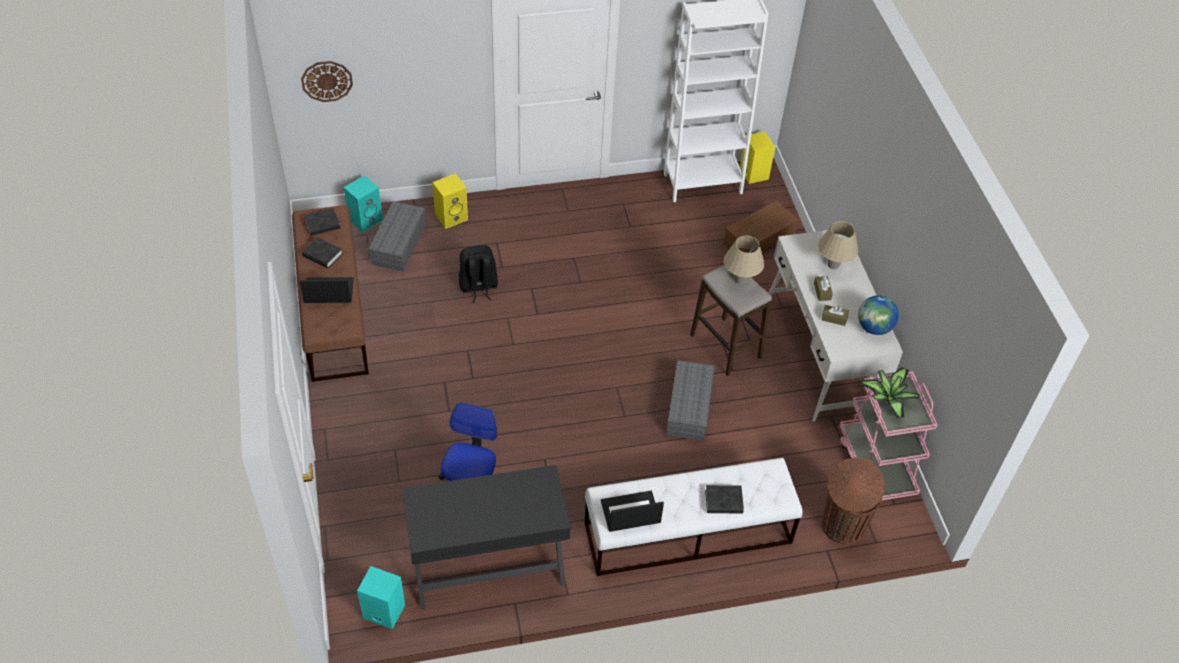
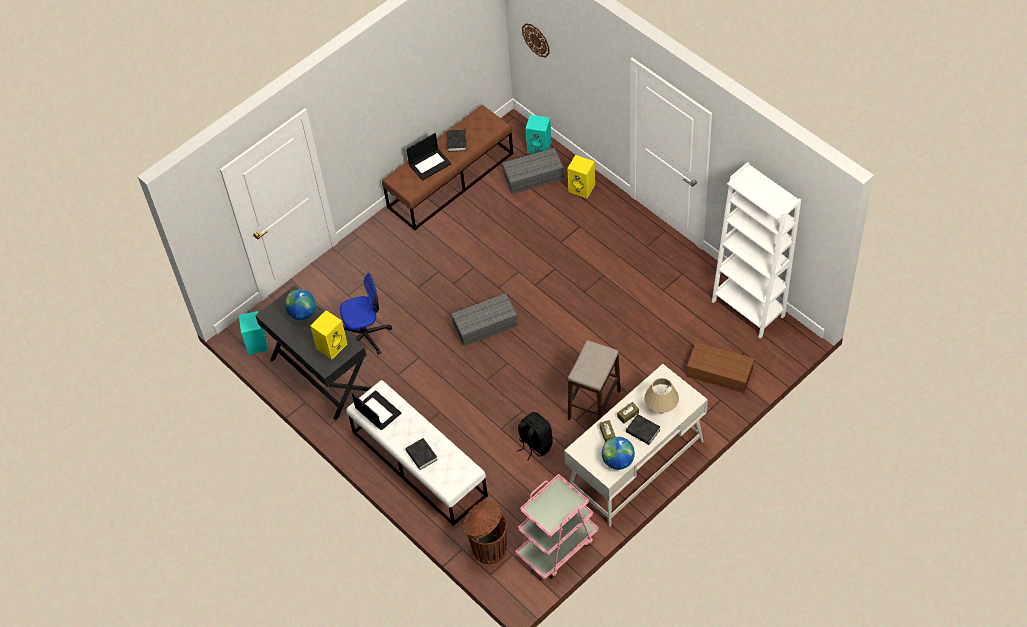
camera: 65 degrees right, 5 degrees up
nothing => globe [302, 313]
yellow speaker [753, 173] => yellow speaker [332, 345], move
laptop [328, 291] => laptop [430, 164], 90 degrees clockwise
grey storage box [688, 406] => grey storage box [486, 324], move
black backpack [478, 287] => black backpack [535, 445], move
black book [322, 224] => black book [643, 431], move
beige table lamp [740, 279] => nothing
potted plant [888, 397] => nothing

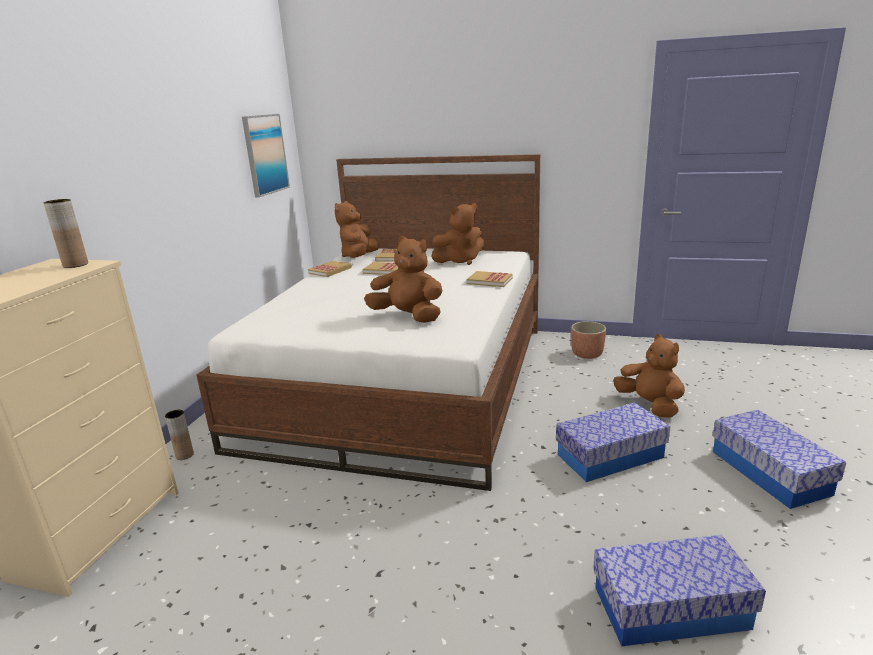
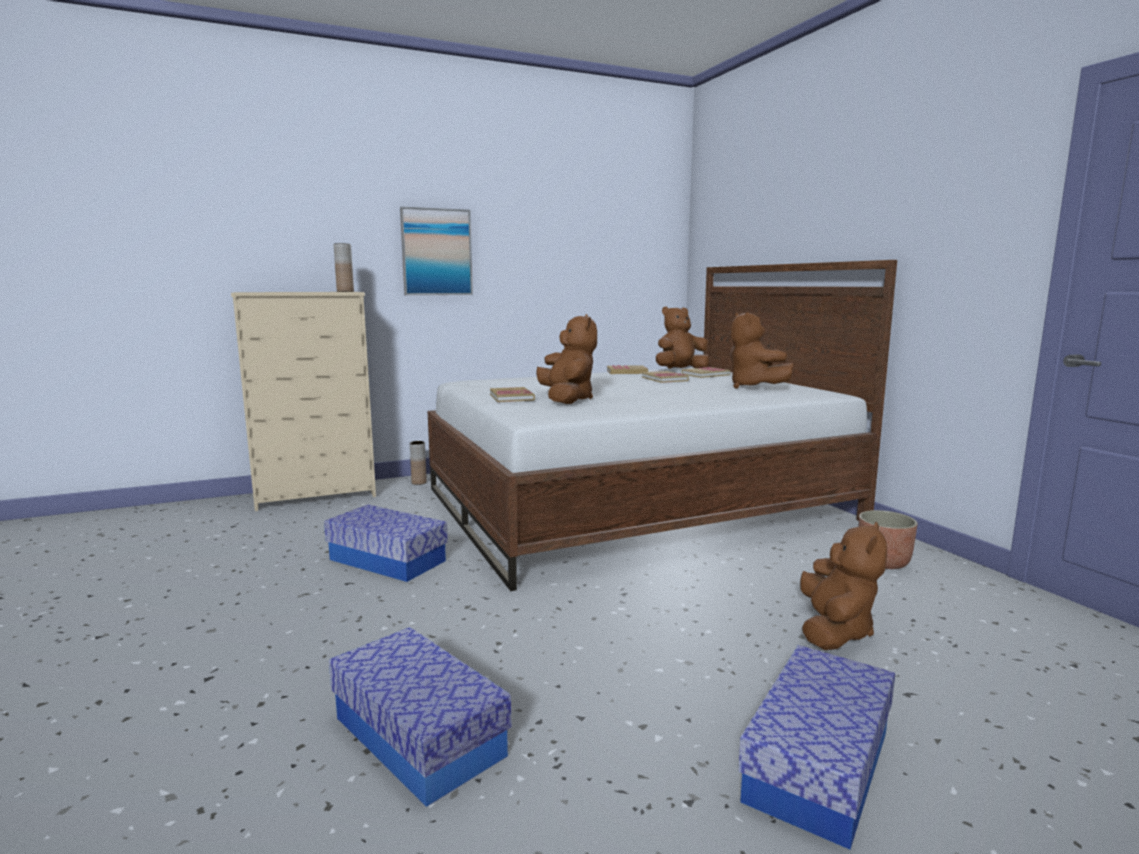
camera: 50 degrees right, 10 degrees down
storage box [610, 456] => storage box [387, 560], move
picture [265, 154] => picture [436, 252], move
book [489, 281] => book [511, 397], move
brown plush toy [460, 261] => brown plush toy [753, 387], 45 degrees clockwise

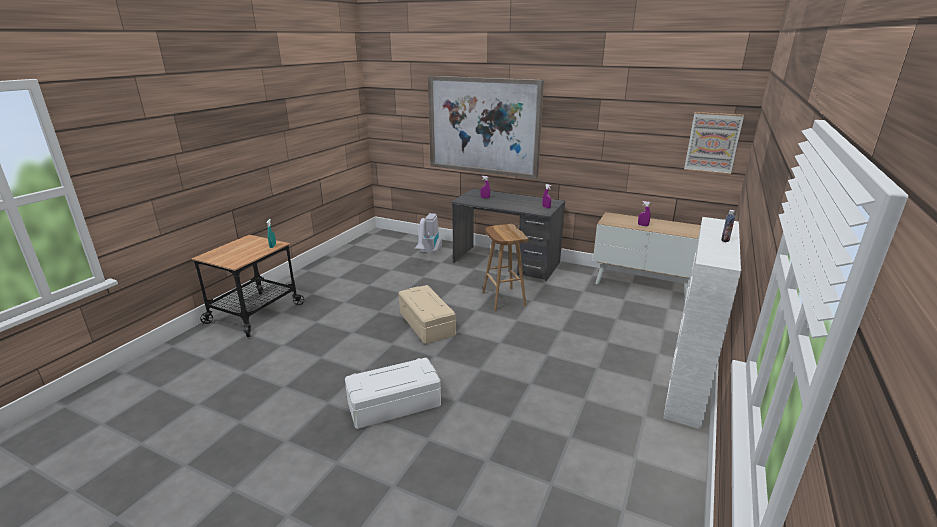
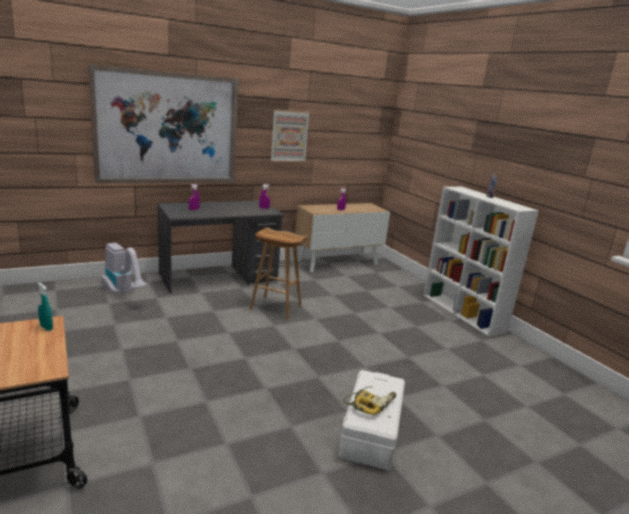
camera: 55 degrees left, 5 degrees down
picture [712, 143] => picture [289, 136], move
nothing => power drill [370, 403]
beige storage box [426, 324] => nothing

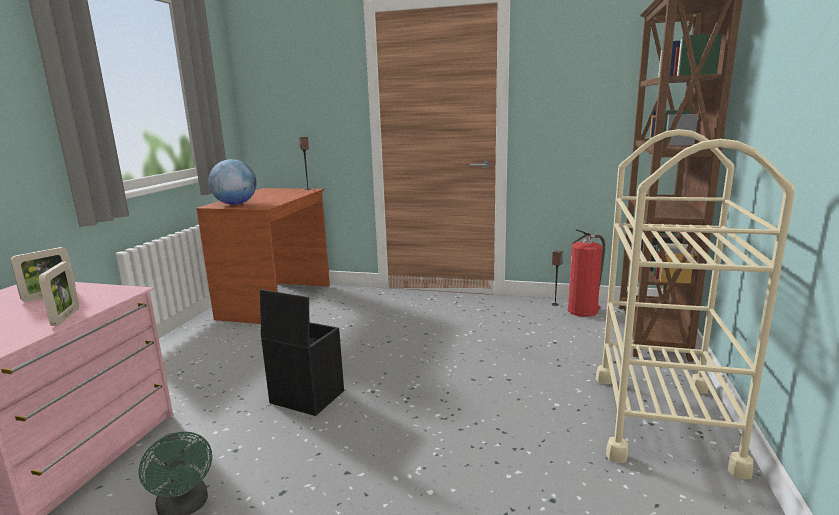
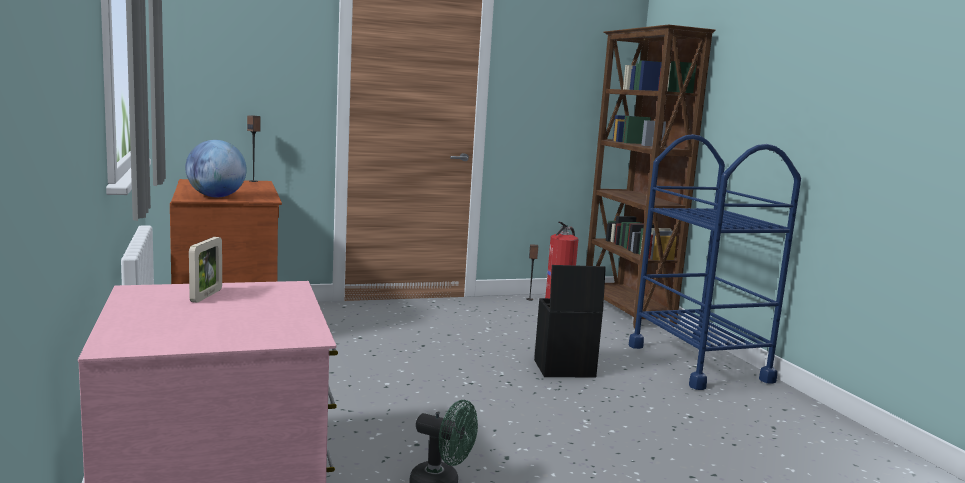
camera: 35 degrees left, 5 degrees down
black storage box [305, 397] => black storage box [563, 369], move
beige cart [662, 420] => blue cart [698, 363]
picture frame [66, 316] => nothing

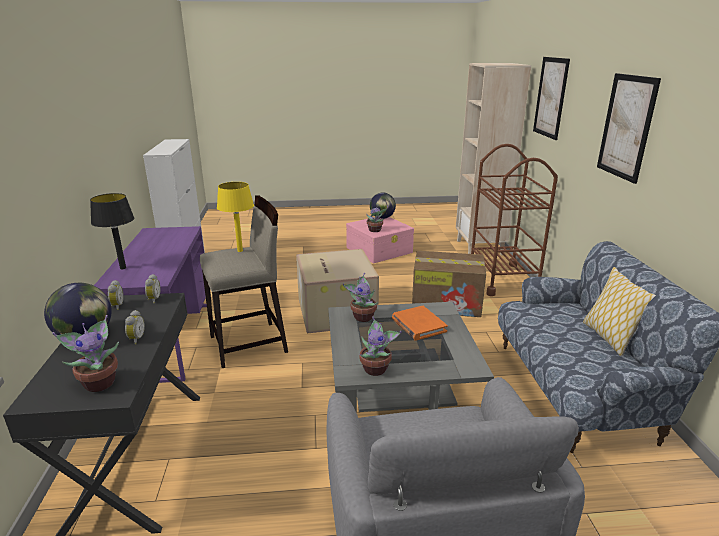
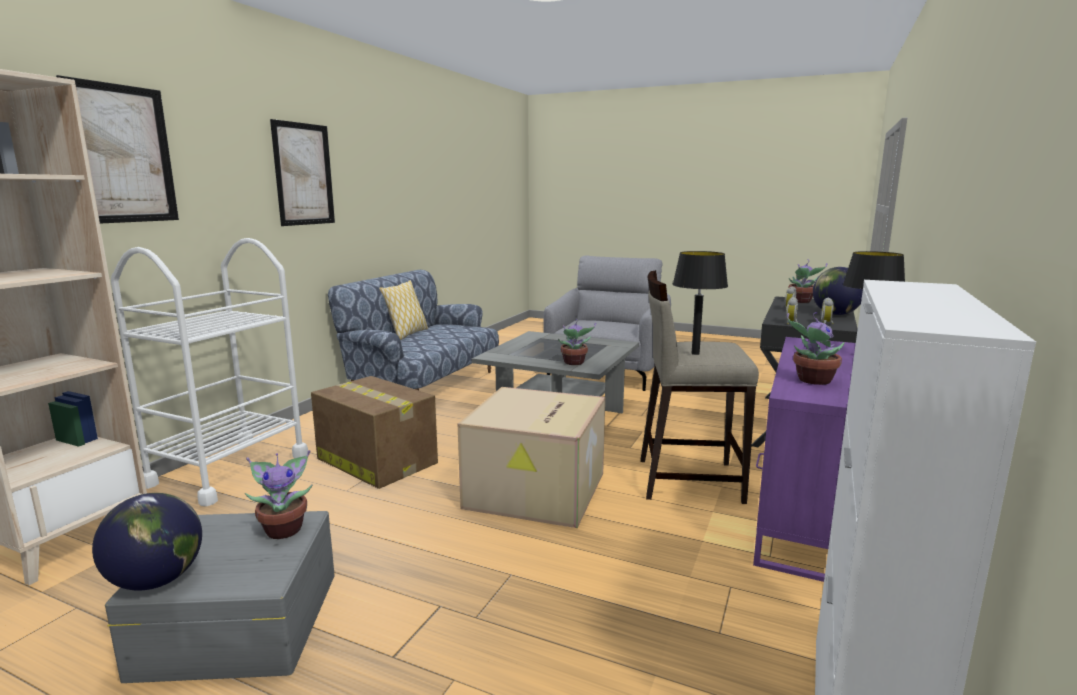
camera: 150 degrees left, 10 degrees down
pink storage box [379, 250] => grey storage box [238, 622]
brown cart [502, 279] => white cart [228, 470]
yellow table lamp [240, 251] => black table lamp [695, 353]
potted plant [376, 369] => potted plant [812, 380], move
orange book [418, 325] => nothing

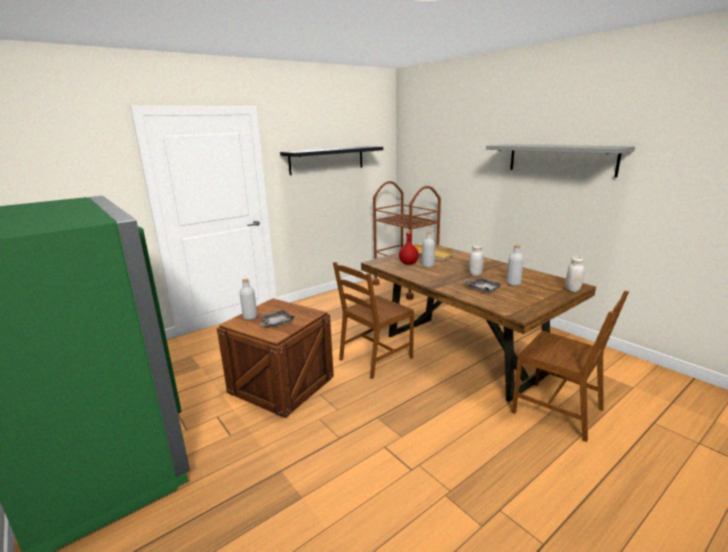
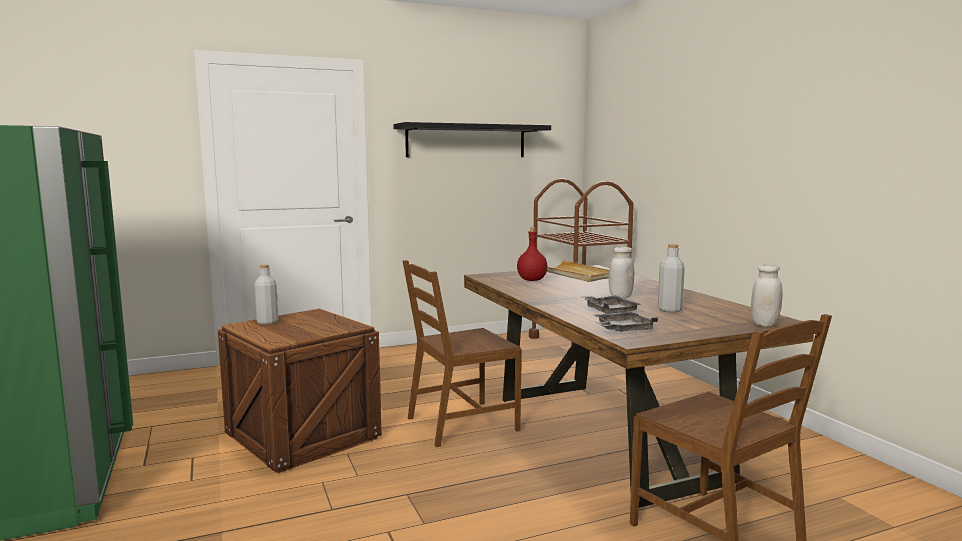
camera: 15 degrees right, 10 degrees down
grey tray [276, 323] => grey tray [622, 330], move
grey bottle [428, 265] => nothing
grey shelf [560, 159] => nothing

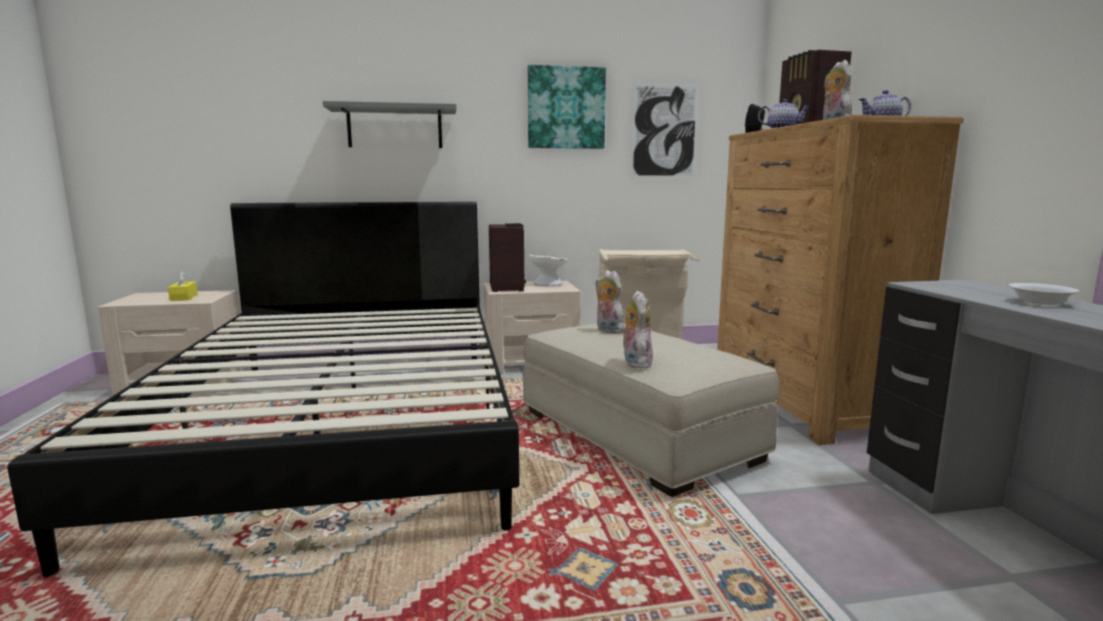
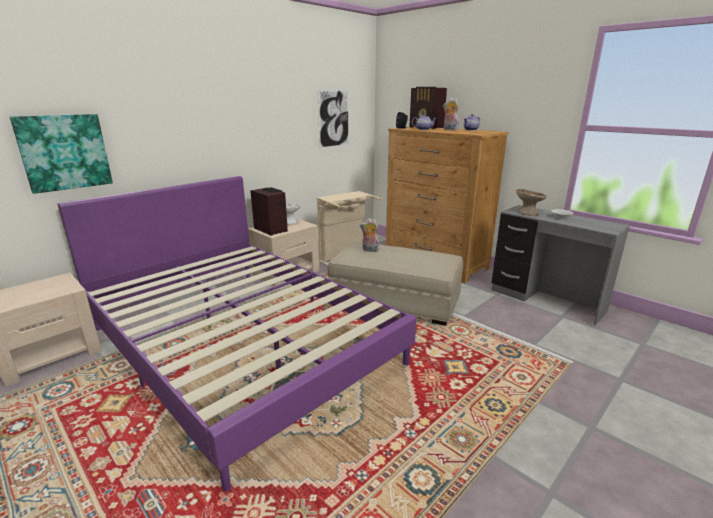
camera: 35 degrees left, 10 degrees up
picture [566, 108] => picture [64, 152], move
black bed [345, 424] => purple bed [241, 344]
nothing => beige bowl [527, 213]
yellow tissue box [184, 297] => nothing
grey shelf [395, 127] => nothing
plush toy [635, 363] => nothing

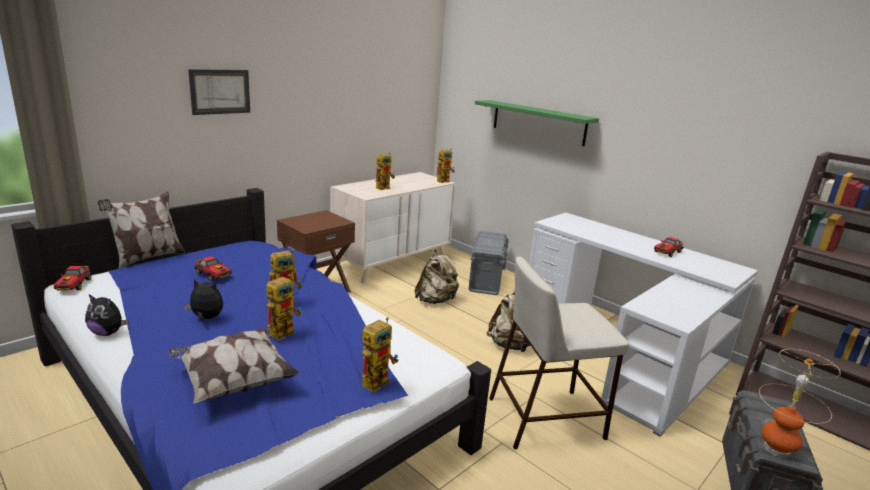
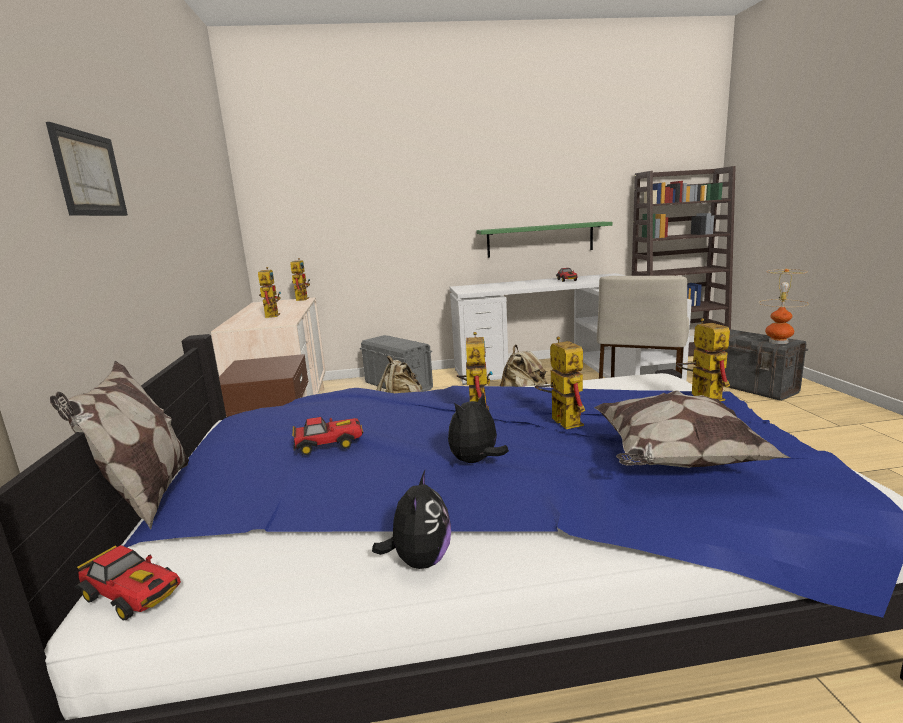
camera: 50 degrees left, 5 degrees down
plush toy [108, 333] => plush toy [420, 561], 45 degrees counterclockwise
green shelf [538, 122] => green shelf [540, 239], move

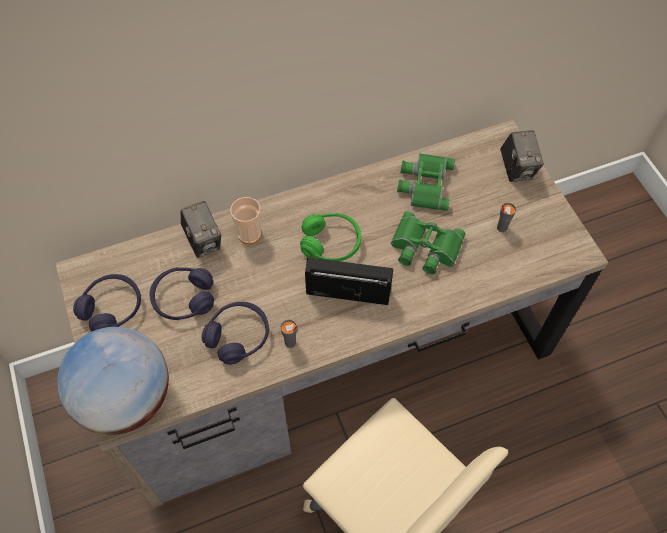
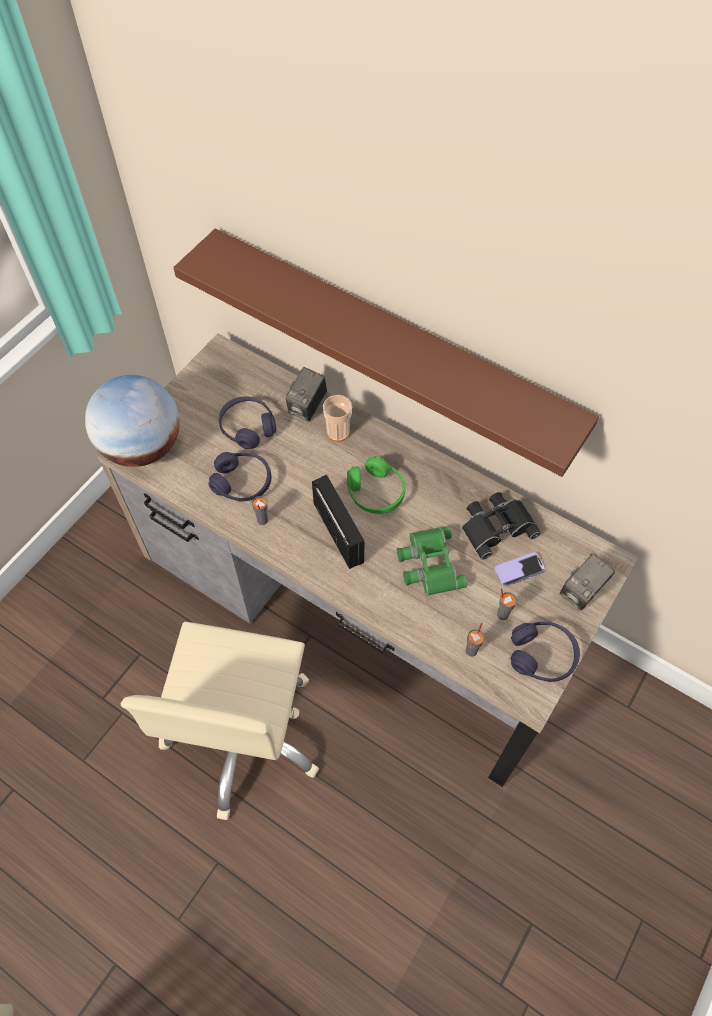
camera: 55 degrees right, 0 degrees up
nothing => brown shelf [391, 341]
green binoculars [424, 184] => black binoculars [496, 526]
nothing => grey cup [471, 650]
nothing => phone [519, 570]
purple headphones [112, 308] => purple headphones [542, 655], move

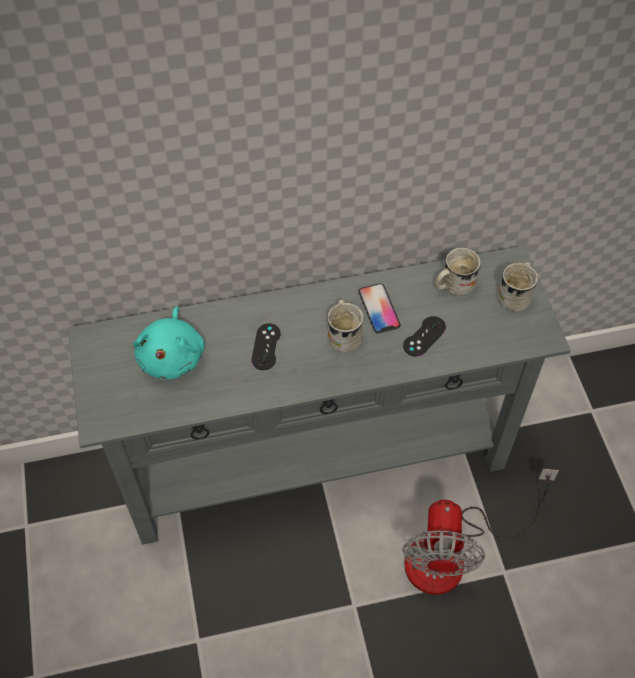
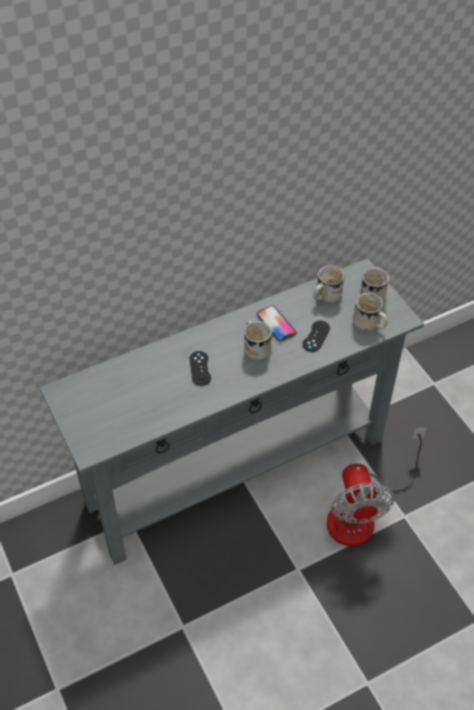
camera: 15 degrees left, 5 degrees down
nothing => white mug [369, 325]
turquoise plush toy [172, 356] => nothing

